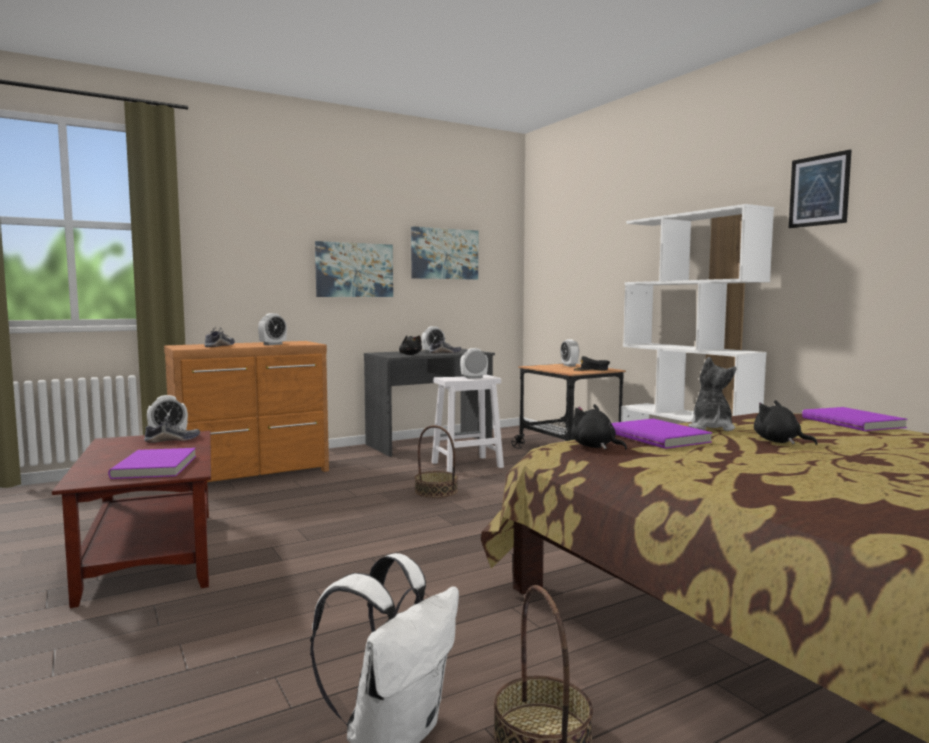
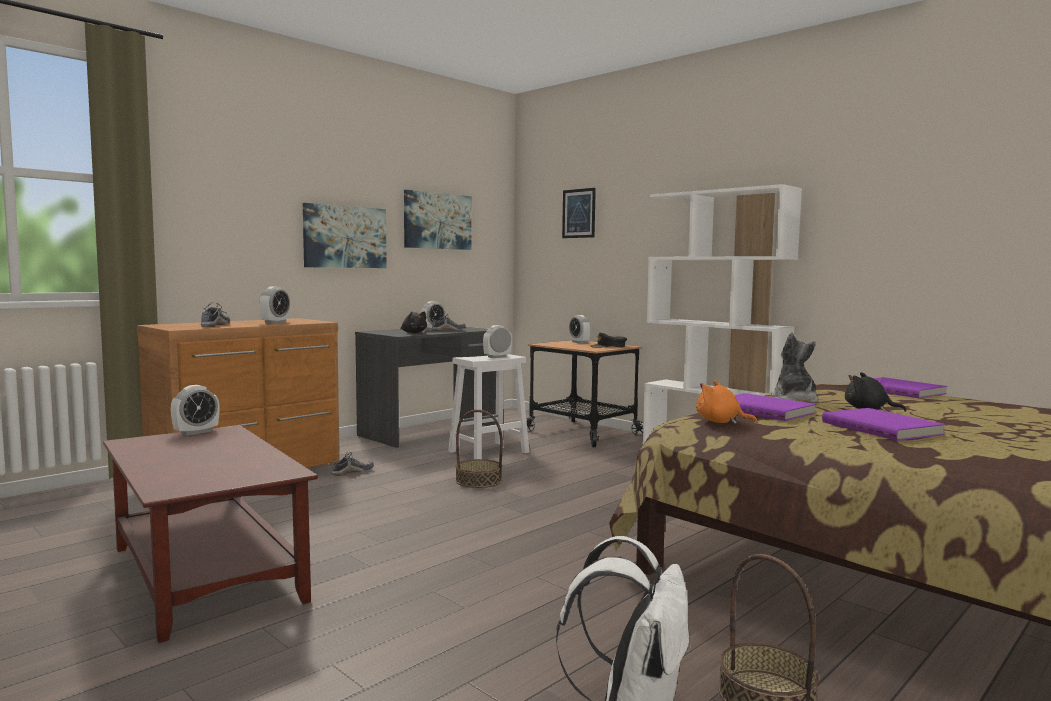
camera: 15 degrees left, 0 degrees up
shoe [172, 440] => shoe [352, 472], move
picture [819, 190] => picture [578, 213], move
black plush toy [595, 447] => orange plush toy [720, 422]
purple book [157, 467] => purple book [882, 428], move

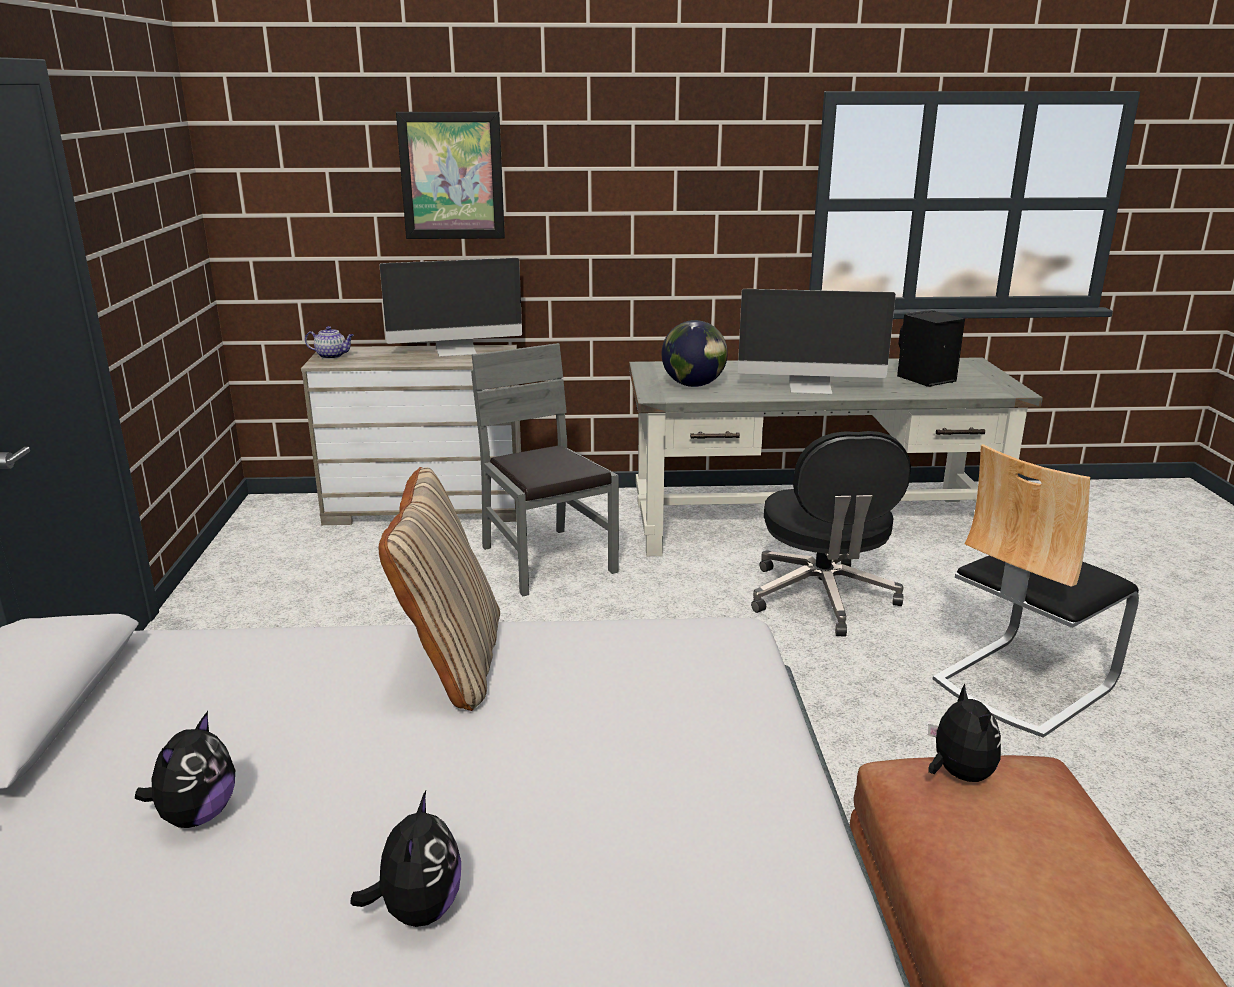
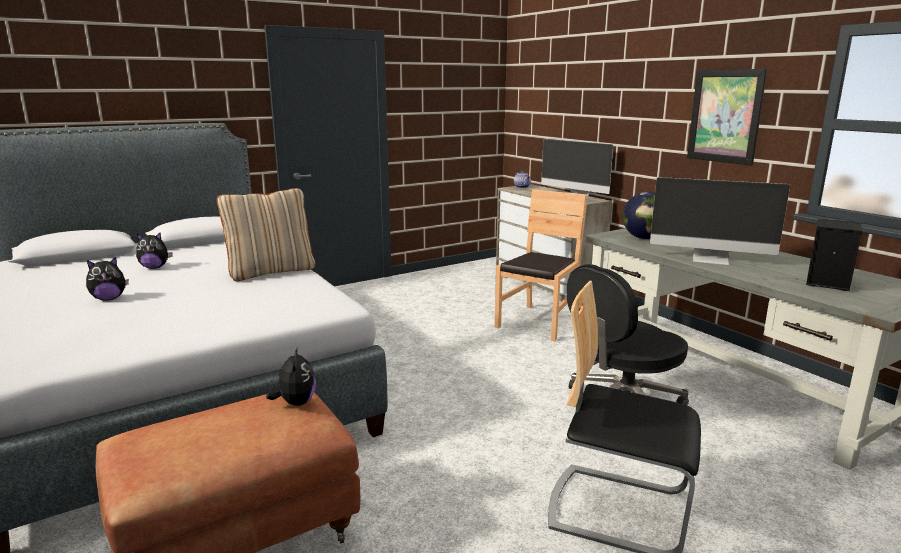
camera: 60 degrees right, 5 degrees down
plush toy [958, 774] => plush toy [296, 403], 60 degrees counterclockwise
grey chair [546, 560] => brown chair [539, 322]
monitor [811, 388] => monitor [711, 259], 45 degrees counterclockwise
picture [452, 176] => picture [725, 116], move

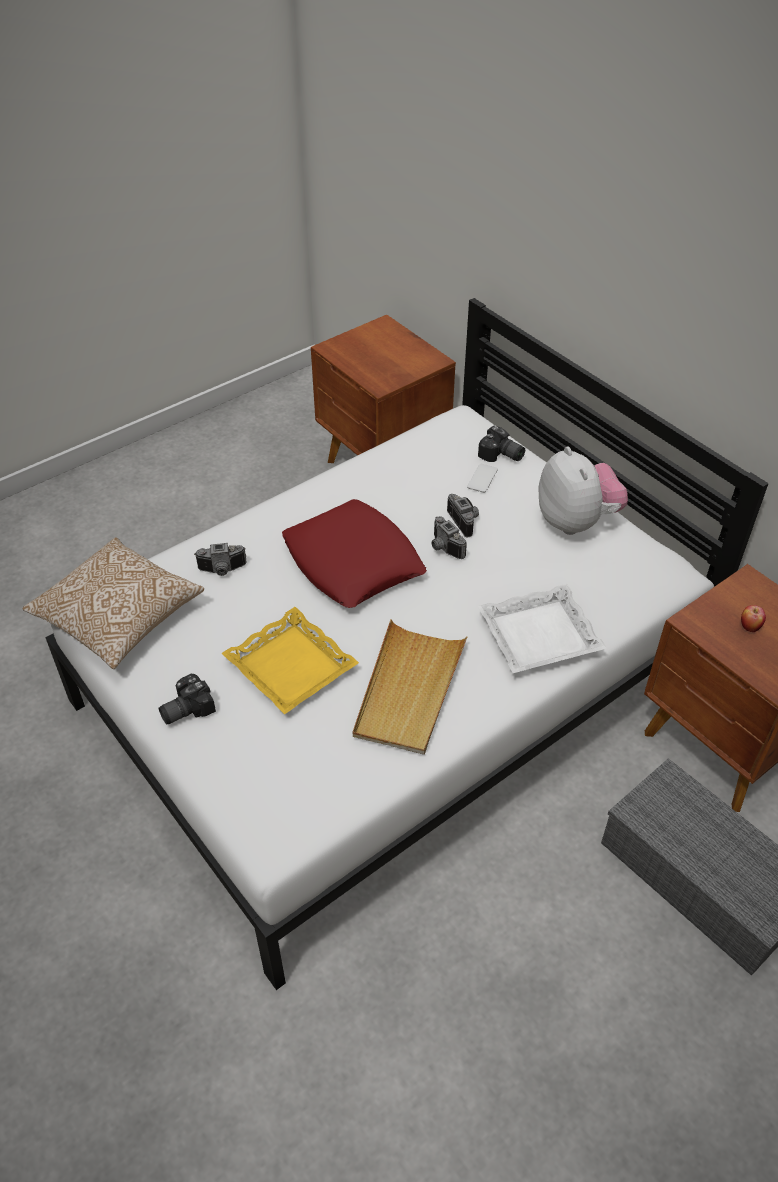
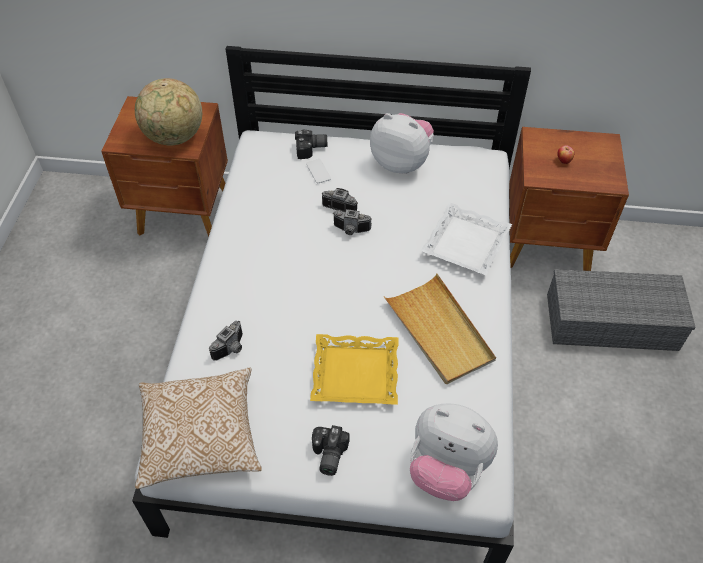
camera: 45 degrees left, 5 degrees up
nothing => globe [174, 137]
nothing => plush toy [446, 468]
red pillow [353, 562] => nothing

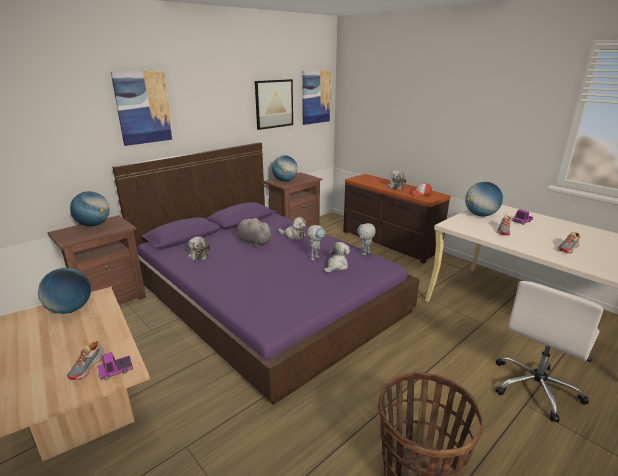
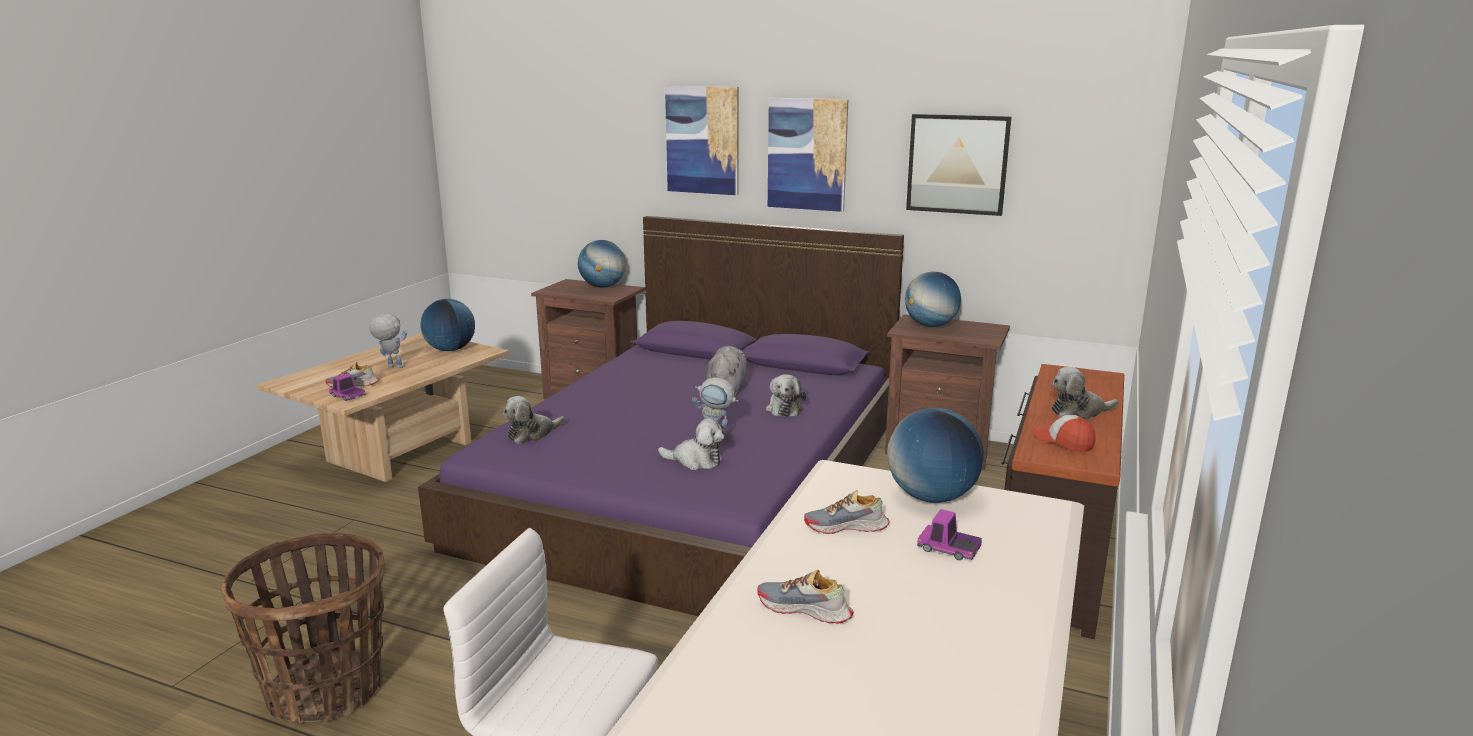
camera: 65 degrees right, 5 degrees down
toy robot [365, 254] => toy robot [391, 367], move
plush toy [199, 255] => plush toy [532, 434], move
picture [316, 97] => picture [807, 154], move

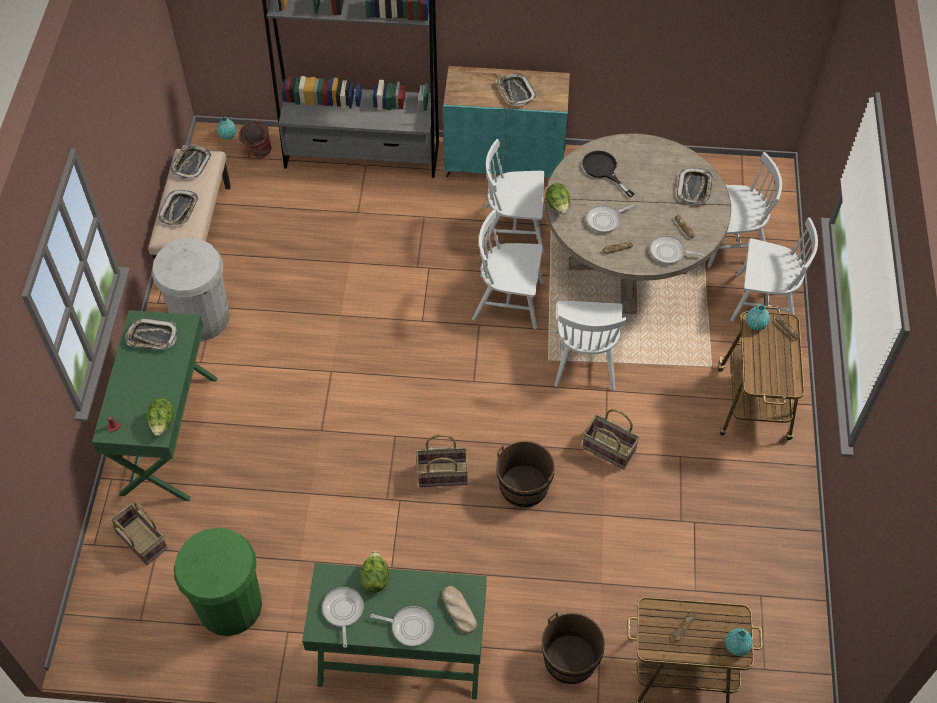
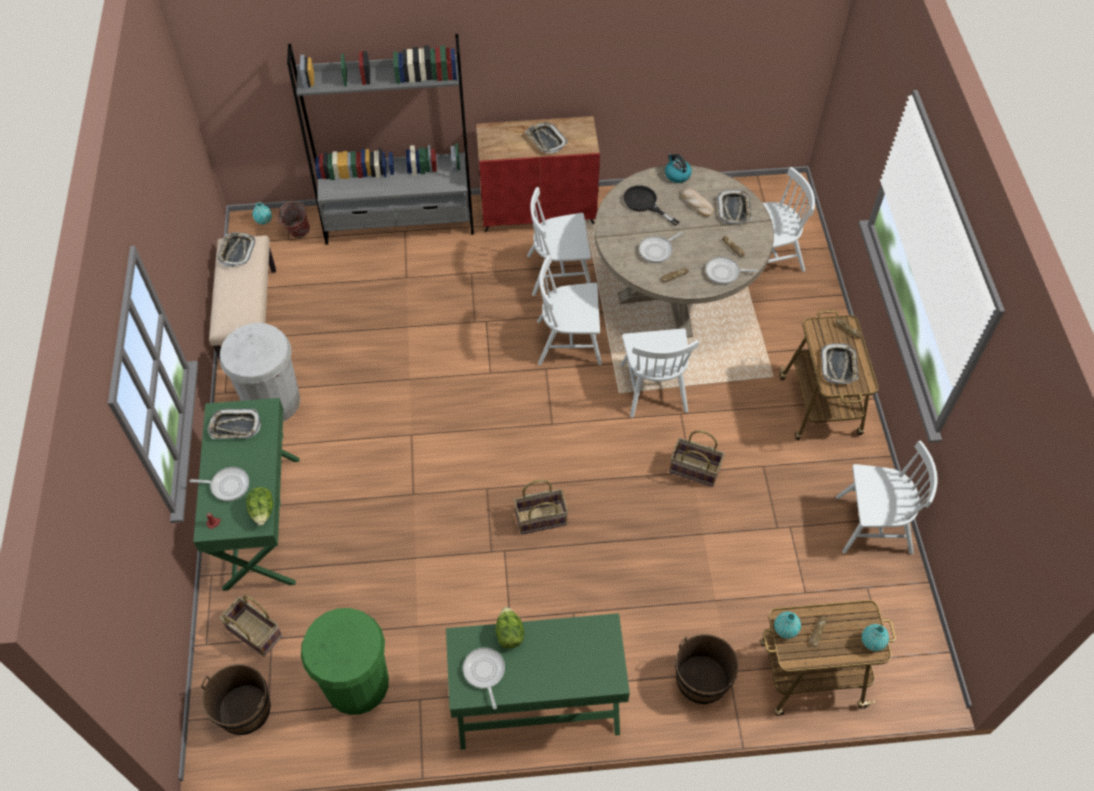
camera: 10 degrees left, 0 degrees up
frying pan [410, 626] => frying pan [227, 485], move
brown bucket [523, 487] => brown bucket [244, 710], move
turquoise cabinet [505, 162] => red cabinet [538, 211]
nothing => kettle [677, 175]
bread [458, 610] => bread [696, 204], move
turquoise vase [756, 324] => turquoise vase [785, 629], move
tray [179, 210] => tray [839, 366], move
white chair [764, 302] => white chair [873, 525], move
lettuce [558, 206] => nothing

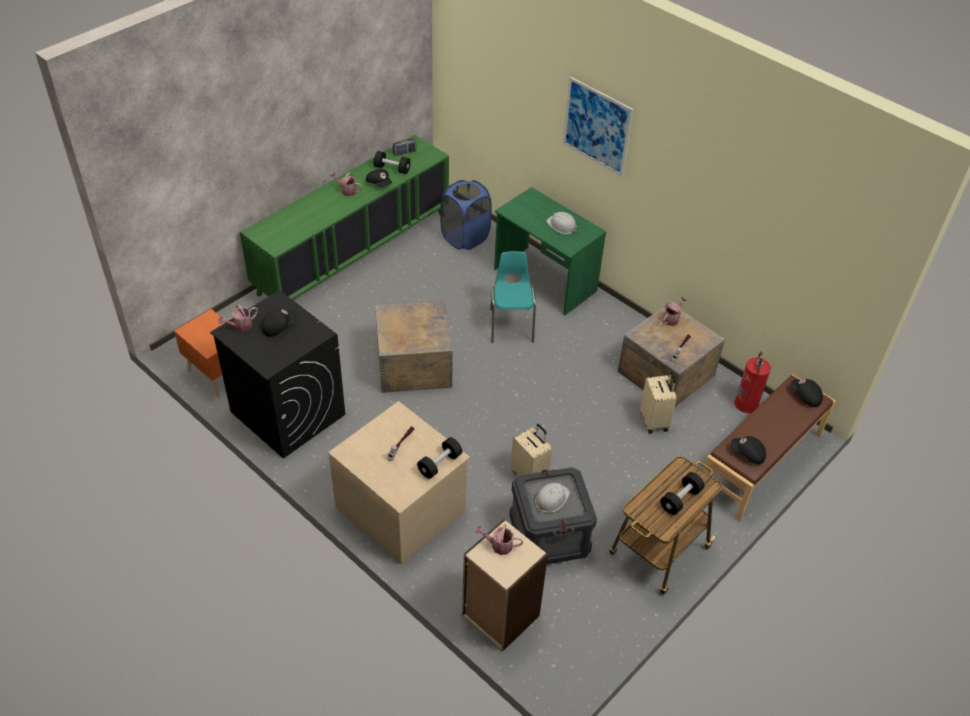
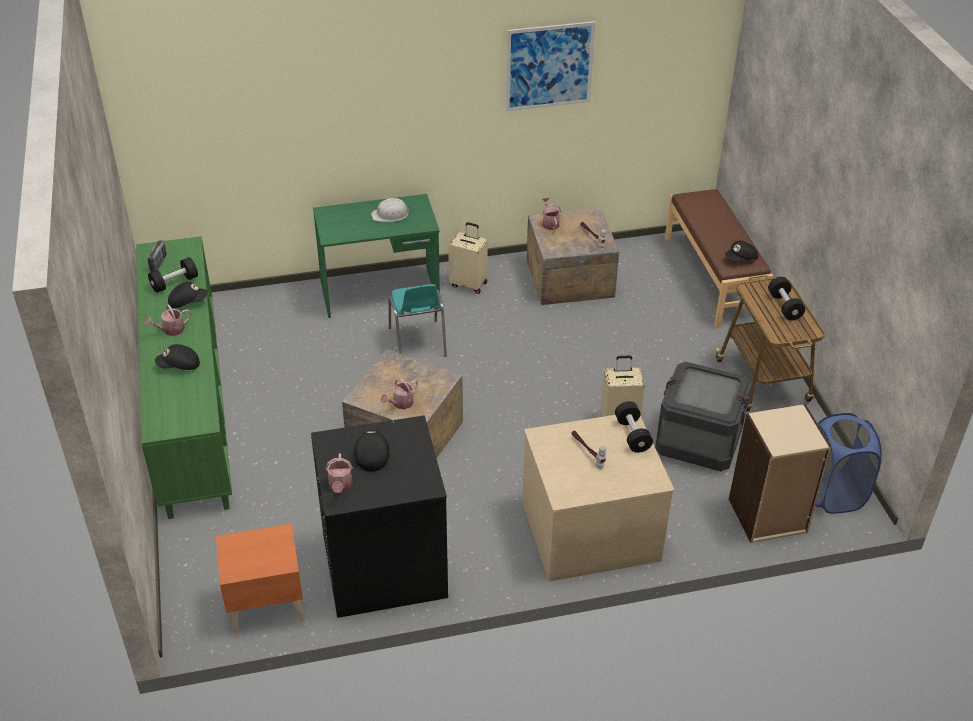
camera: 55 degrees left, 5 degrees down
black cap [805, 396] => black cap [179, 366], move
watering can [498, 545] => watering can [400, 404], move
turquoise chair [511, 325] => turquoise chair [417, 342], 135 degrees counterclockwise
beige suitcase [654, 421] => beige suitcase [469, 284], move
picture [596, 126] => picture [549, 66], move
blue laundry basket [465, 237] => blue laundry basket [832, 493], move
white hard hat [551, 499] => nothing
fire extinguisher [746, 403] => nothing

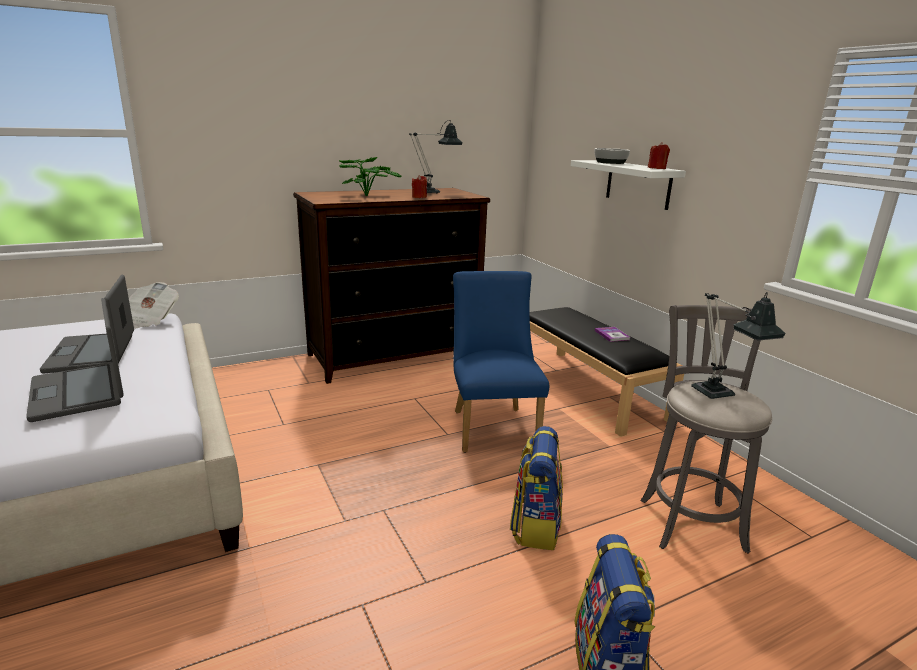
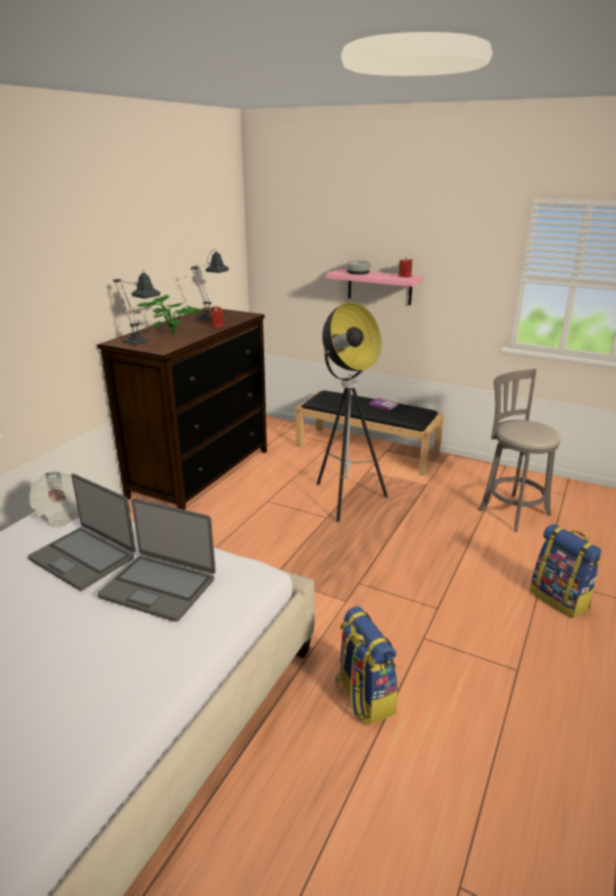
camera: 35 degrees left, 5 degrees up
table lamp [719, 396] => table lamp [140, 343], move
blue chair [492, 425] => floor lamp [345, 499]
white shelf [638, 184] => pink shelf [379, 286]
backpack [535, 525] => backpack [363, 697], move

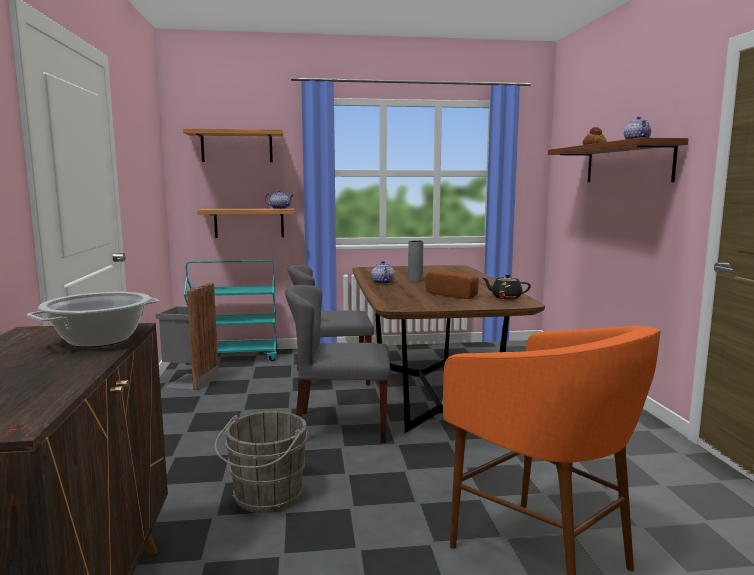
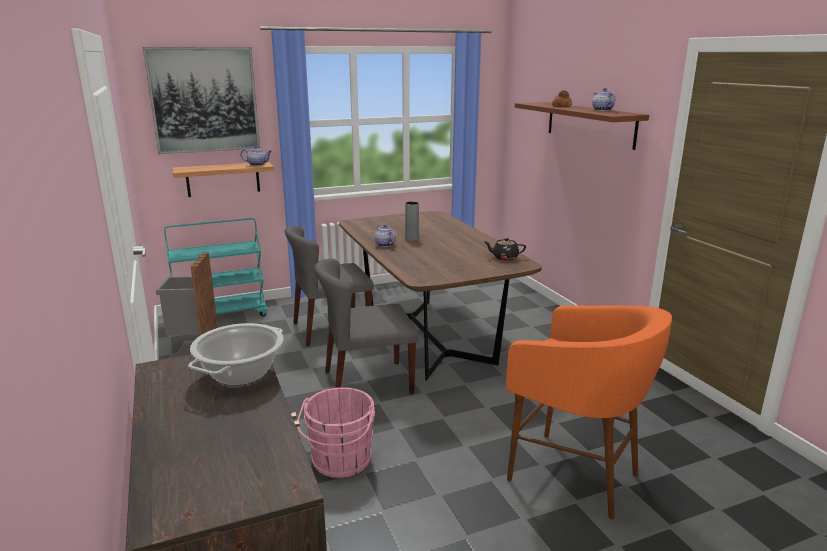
camera: 15 degrees left, 10 degrees up
shelf [237, 146] => picture [204, 100]
grey bucket [265, 497] => pink bucket [340, 462]
bread [454, 295] => nothing

